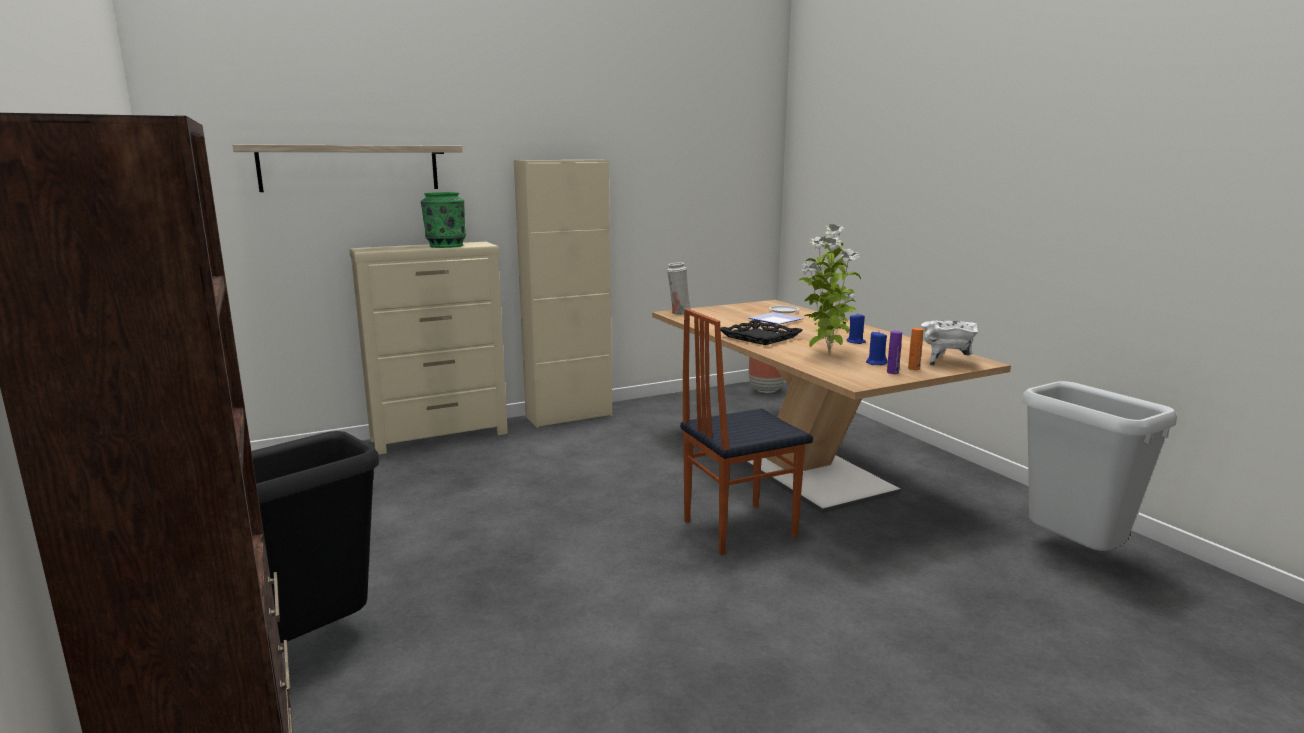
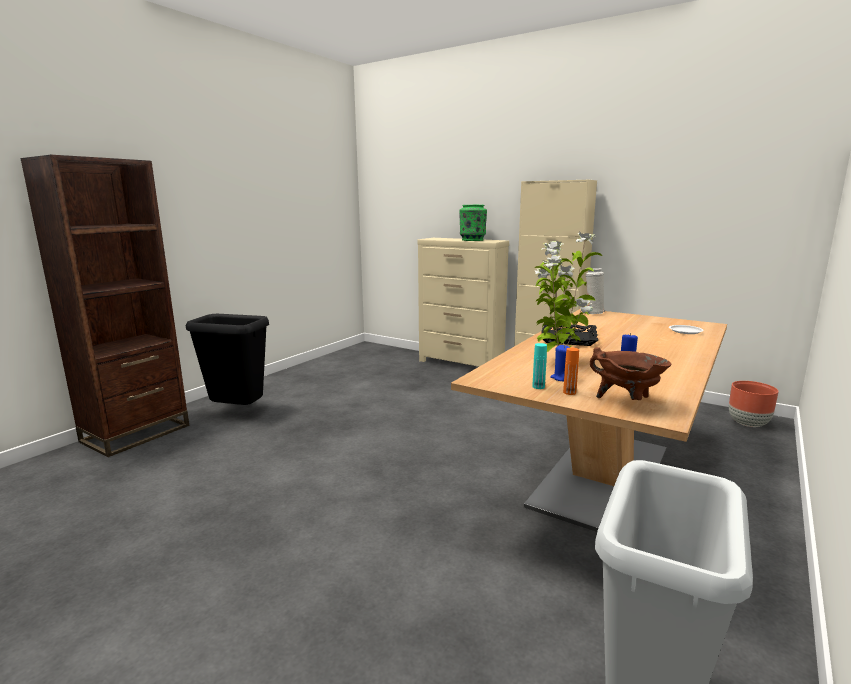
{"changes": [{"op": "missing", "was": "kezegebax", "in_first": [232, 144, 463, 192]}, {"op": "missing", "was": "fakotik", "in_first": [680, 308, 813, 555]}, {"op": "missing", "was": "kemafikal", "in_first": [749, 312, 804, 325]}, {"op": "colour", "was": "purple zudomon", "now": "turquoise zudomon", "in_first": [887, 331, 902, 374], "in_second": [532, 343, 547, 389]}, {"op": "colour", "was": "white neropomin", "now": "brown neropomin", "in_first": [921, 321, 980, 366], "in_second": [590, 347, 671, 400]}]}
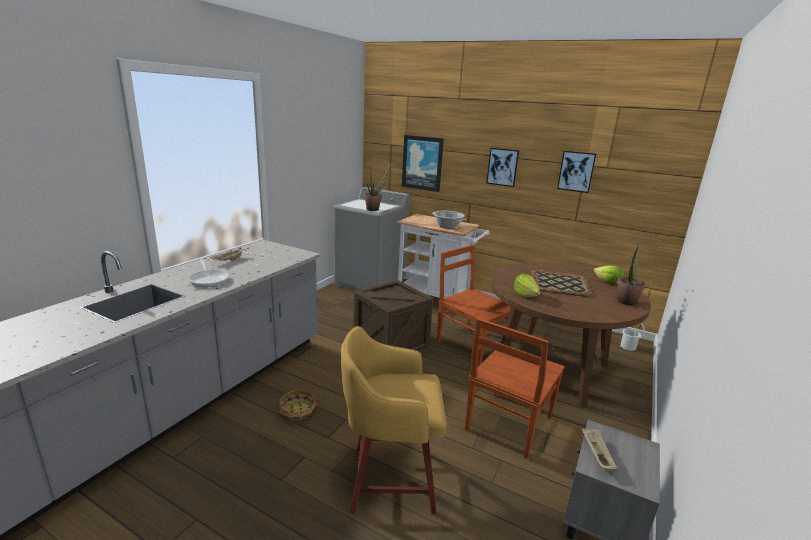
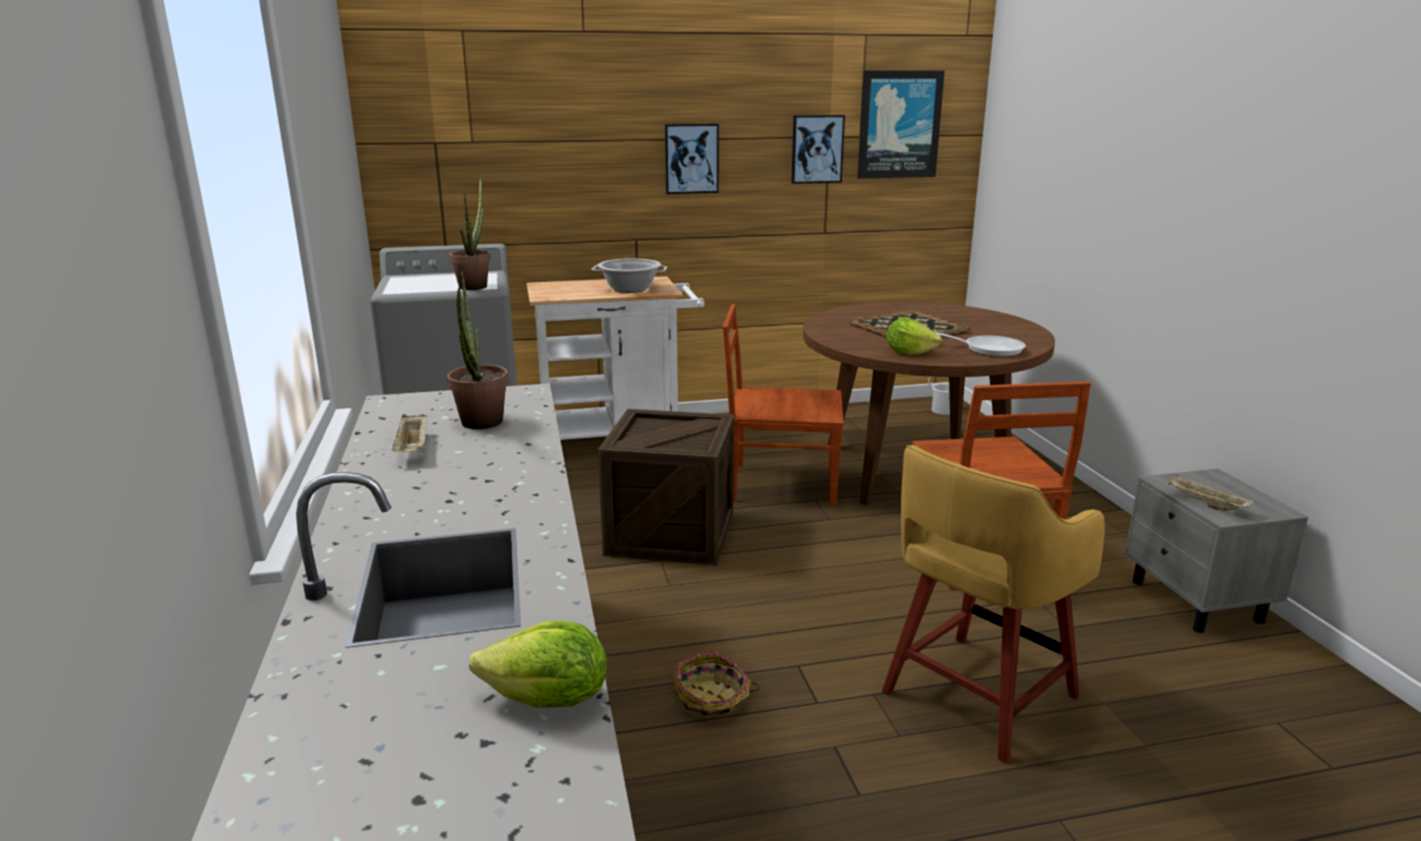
{"changes": [{"op": "relocated", "was": "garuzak", "in_first": [188, 258, 229, 287], "in_second": [935, 332, 1026, 357]}, {"op": "relocated", "was": "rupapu", "in_first": [402, 135, 444, 192], "in_second": [857, 70, 945, 179]}, {"op": "relocated", "was": "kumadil", "in_first": [594, 265, 624, 284], "in_second": [469, 621, 607, 708]}, {"op": "relocated", "was": "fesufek", "in_first": [617, 239, 646, 306], "in_second": [447, 271, 509, 429]}]}
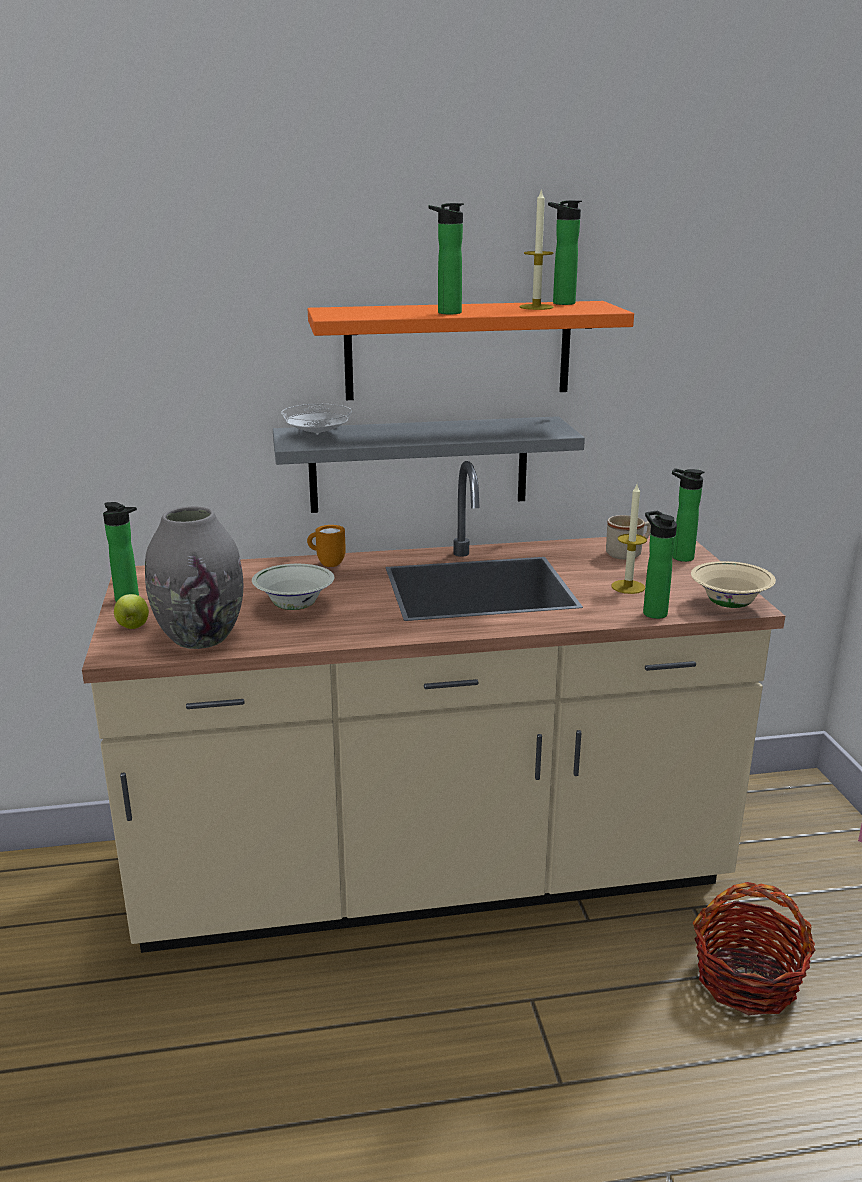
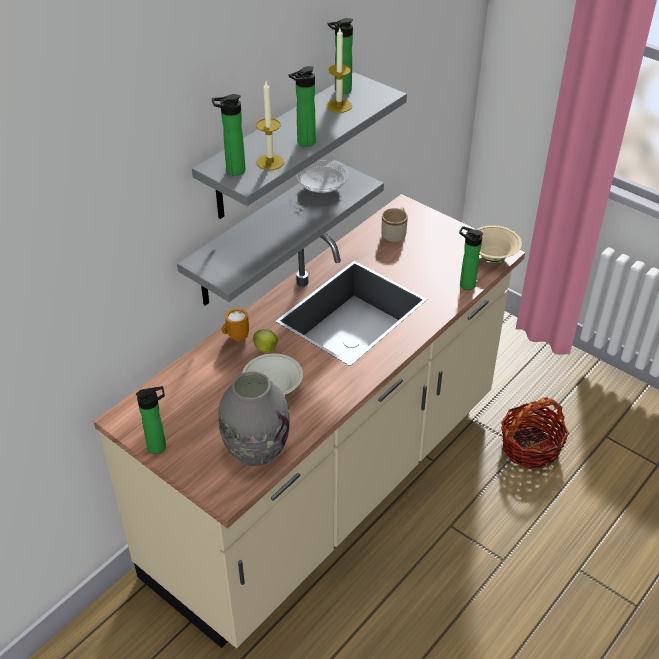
{"changes": [{"op": "relocated", "was": "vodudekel", "in_first": [114, 594, 149, 629], "in_second": [253, 329, 278, 352]}, {"op": "relocated", "was": "white kemafikal", "in_first": [281, 404, 352, 435], "in_second": [297, 160, 348, 193]}, {"op": "relocated", "was": "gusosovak", "in_first": [612, 484, 647, 594], "in_second": [256, 81, 284, 170]}, {"op": "relocated", "was": "zudomon", "in_first": [672, 468, 705, 562], "in_second": [212, 94, 245, 176]}, {"op": "colour", "was": "orange kezegebax", "now": "grey kezegebax", "in_first": [308, 301, 634, 400], "in_second": [192, 72, 407, 219]}]}
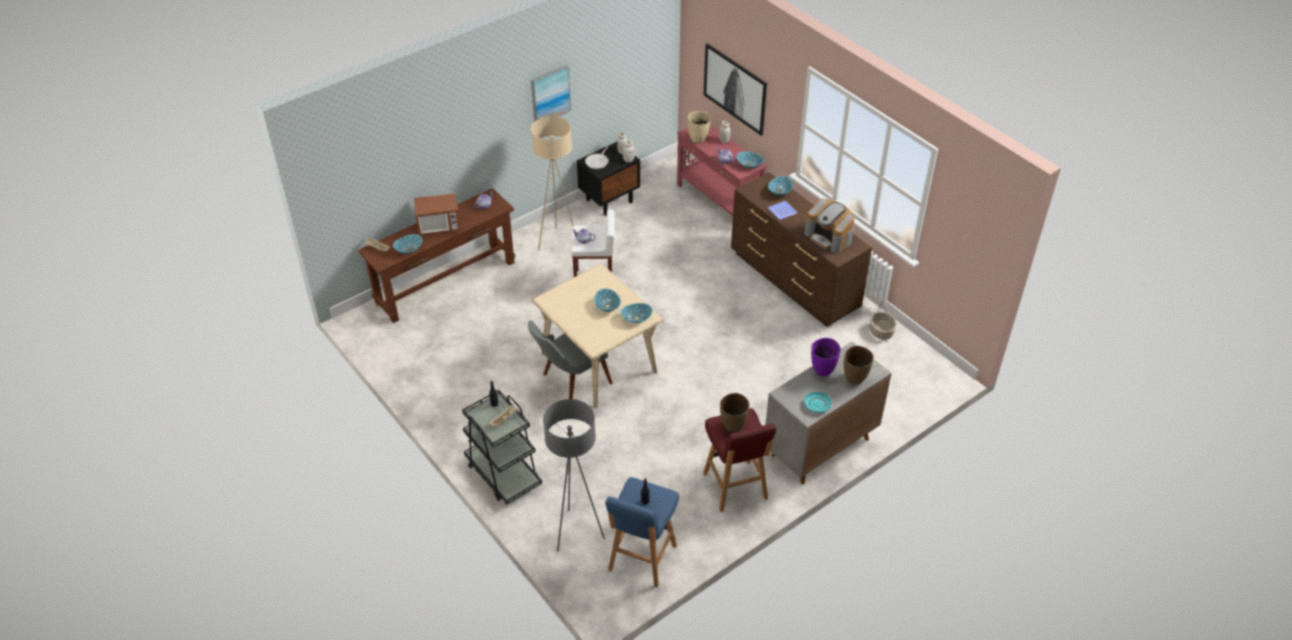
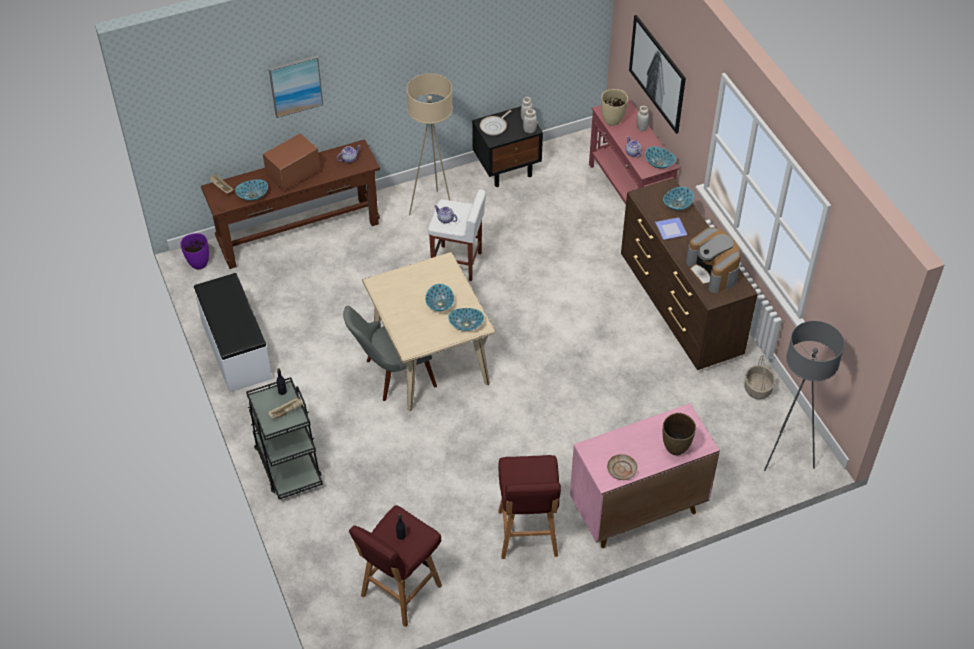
{"changes": [{"op": "missing", "was": "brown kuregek", "in_first": [720, 393, 750, 432]}, {"op": "appeared", "now": "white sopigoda", "in_second": [194, 273, 272, 393]}, {"op": "relocated", "was": "rupapu", "in_first": [531, 65, 571, 122], "in_second": [269, 55, 323, 118]}, {"op": "relocated", "was": "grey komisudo", "in_first": [543, 399, 605, 551], "in_second": [764, 321, 845, 471]}, {"op": "relocated", "was": "purple kuregek", "in_first": [811, 338, 841, 376], "in_second": [180, 233, 209, 269]}, {"op": "colour", "was": "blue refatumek", "now": "red refatumek", "in_first": [605, 477, 679, 588], "in_second": [349, 505, 442, 627]}, {"op": "colour", "was": "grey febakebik", "now": "pink febakebik", "in_first": [765, 342, 892, 484], "in_second": [570, 403, 720, 548]}, {"op": "colour", "was": "turquoise kemafikal", "now": "beige kemafikal", "in_first": [804, 392, 831, 413], "in_second": [607, 454, 637, 480]}, {"op": "spun", "was": "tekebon", "in_first": [414, 193, 461, 236], "in_second": [263, 134, 320, 191], "clockwise": 135}]}
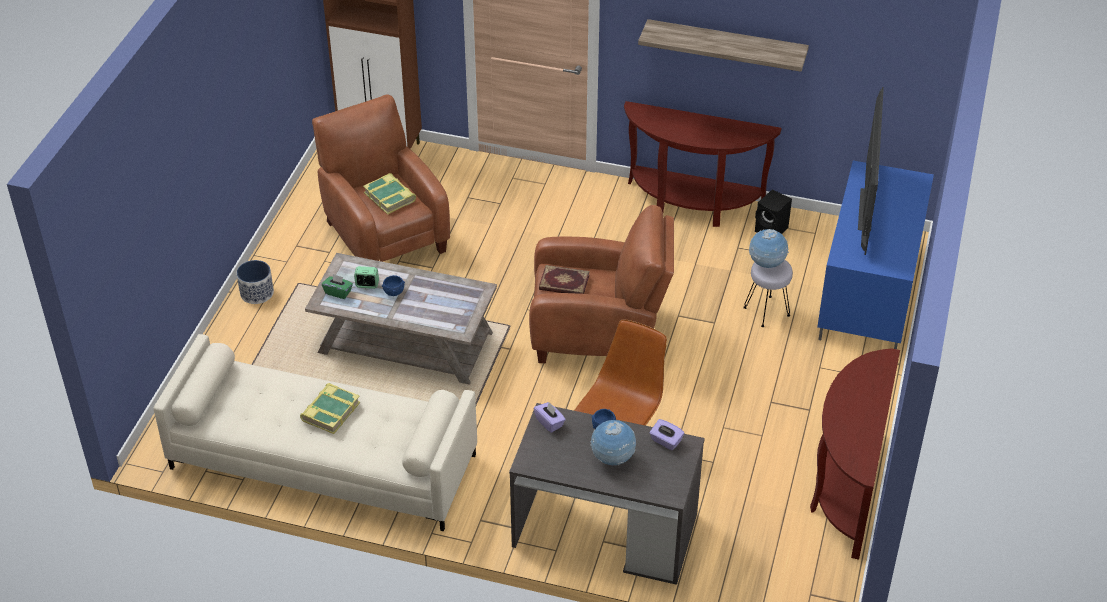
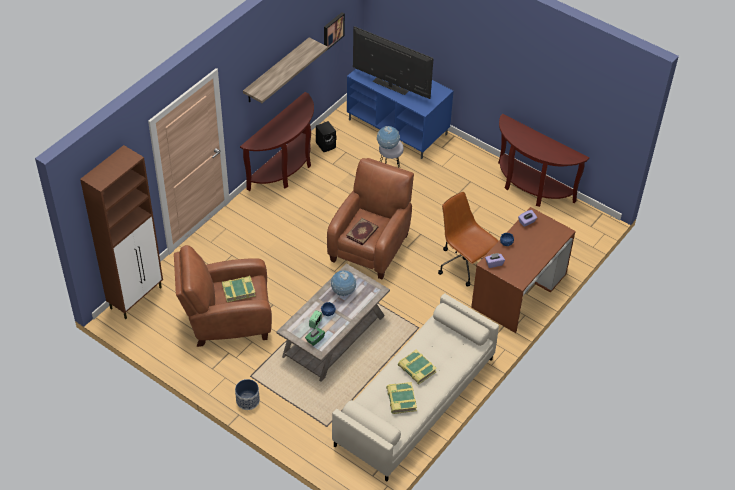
{"changes": [{"op": "appeared", "now": "rupapu", "in_second": [324, 12, 345, 49]}, {"op": "appeared", "now": "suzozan", "in_second": [386, 382, 417, 414]}, {"op": "relocated", "was": "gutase", "in_first": [590, 420, 636, 465], "in_second": [331, 270, 356, 296]}, {"op": "colour", "was": "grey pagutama", "now": "brown pagutama", "in_first": [509, 403, 705, 585], "in_second": [471, 207, 576, 333]}]}
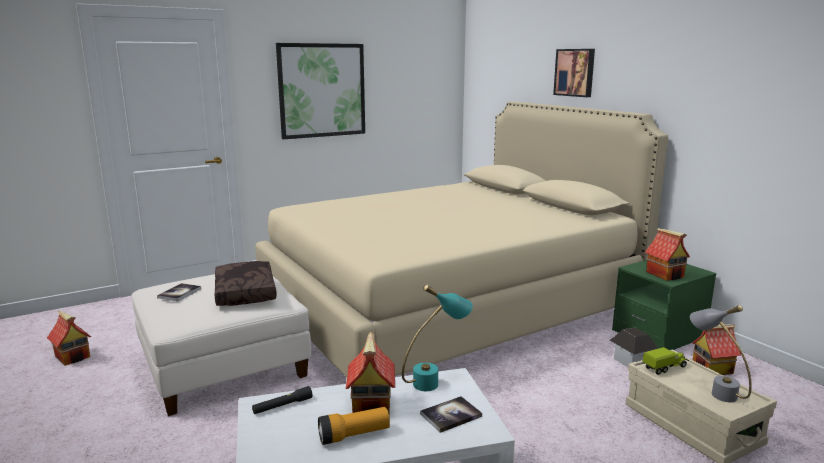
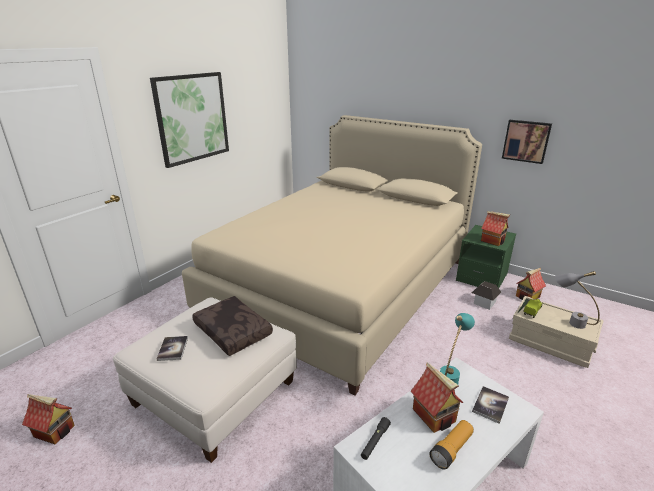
{"changes": [{"op": "relocated", "was": "rupapu", "in_first": [553, 49, 595, 97], "in_second": [502, 120, 552, 164]}]}
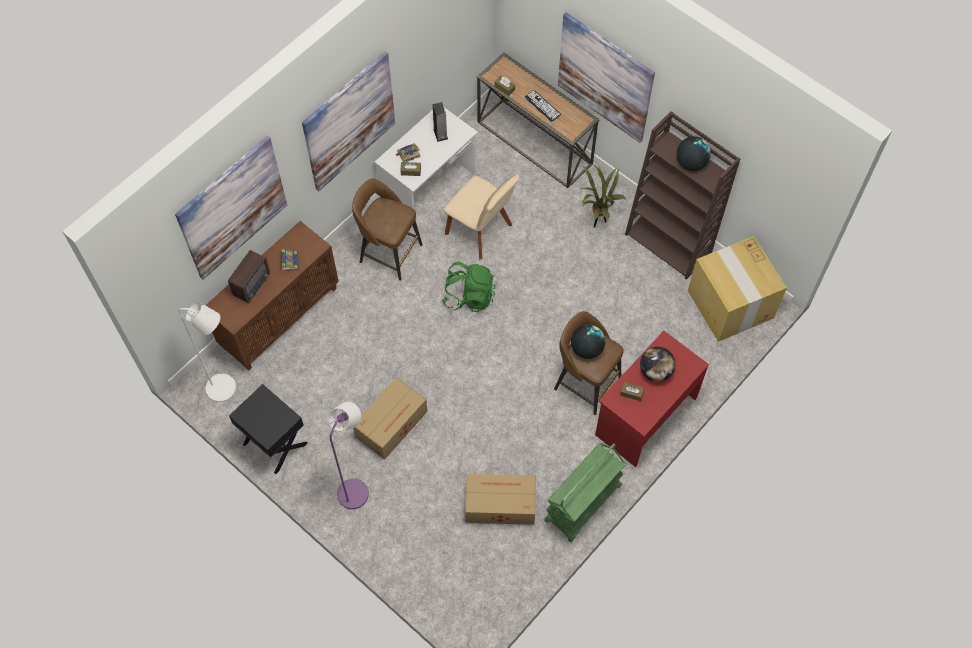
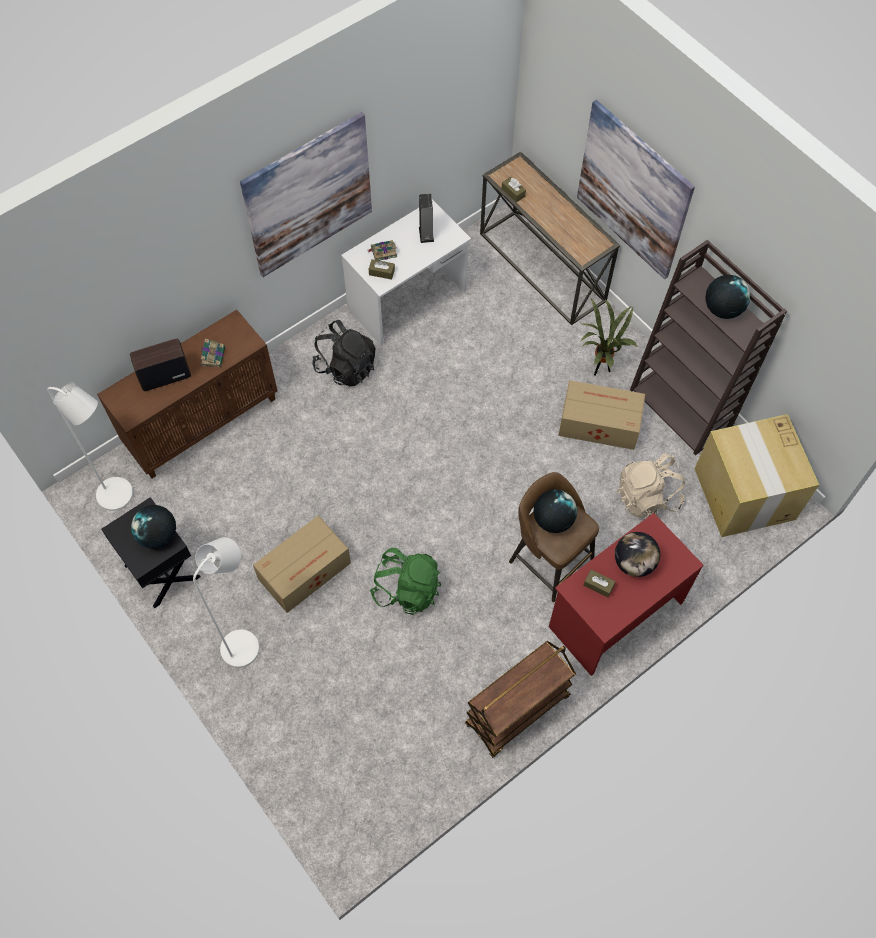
{"changes": [{"op": "missing", "was": "rupapu", "in_first": [175, 136, 287, 280]}, {"op": "missing", "was": "beige fakotik", "in_first": [443, 175, 519, 260]}, {"op": "missing", "was": "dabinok", "in_first": [525, 90, 561, 122]}, {"op": "appeared", "now": "gutase", "in_second": [131, 505, 176, 549]}, {"op": "appeared", "now": "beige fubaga", "in_second": [616, 453, 685, 519]}, {"op": "relocated", "was": "green fubaga", "in_first": [442, 262, 495, 312], "in_second": [370, 548, 441, 615]}, {"op": "relocated", "was": "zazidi", "in_first": [465, 474, 536, 525], "in_second": [558, 380, 645, 450]}, {"op": "exchanged", "was": "brown refatumek", "now": "black fubaga", "in_first": [352, 179, 423, 281], "in_second": [312, 320, 375, 386]}, {"op": "colour", "was": "purple komisudo", "now": "white komisudo", "in_first": [328, 402, 369, 509], "in_second": [193, 537, 259, 668]}, {"op": "colour", "was": "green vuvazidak", "now": "brown vuvazidak", "in_first": [544, 443, 626, 543], "in_second": [465, 641, 576, 758]}, {"op": "spun", "was": "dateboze", "in_first": [228, 250, 270, 303], "in_second": [130, 339, 191, 391], "clockwise": -150}]}
